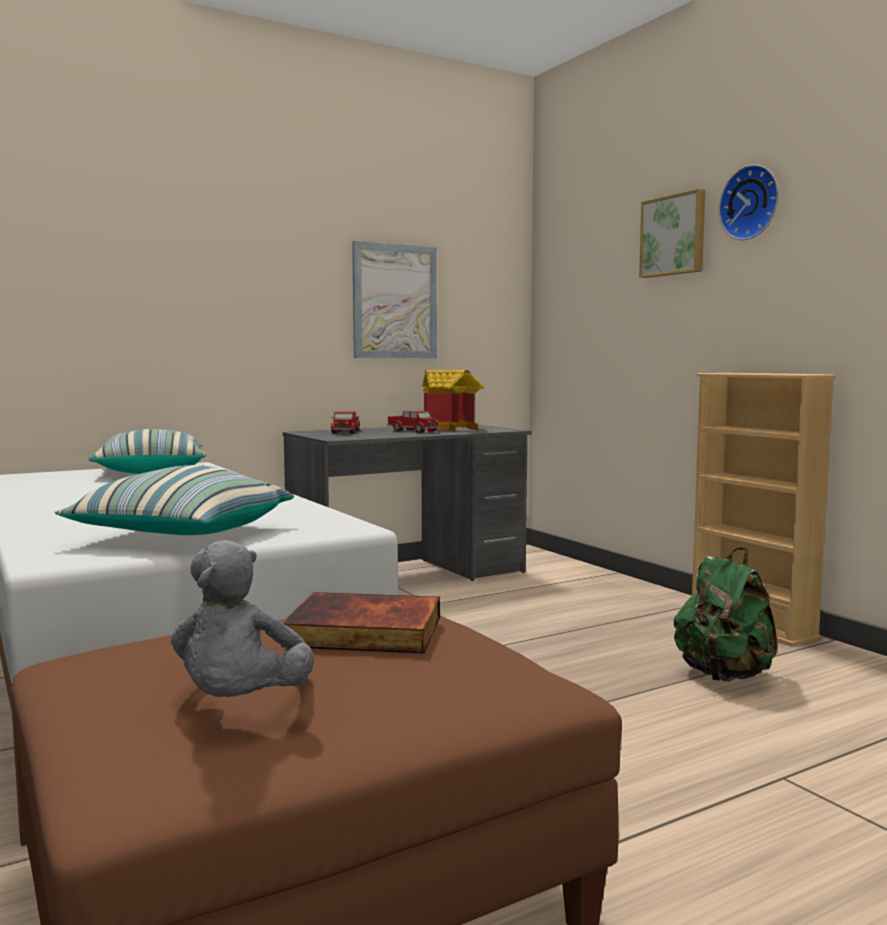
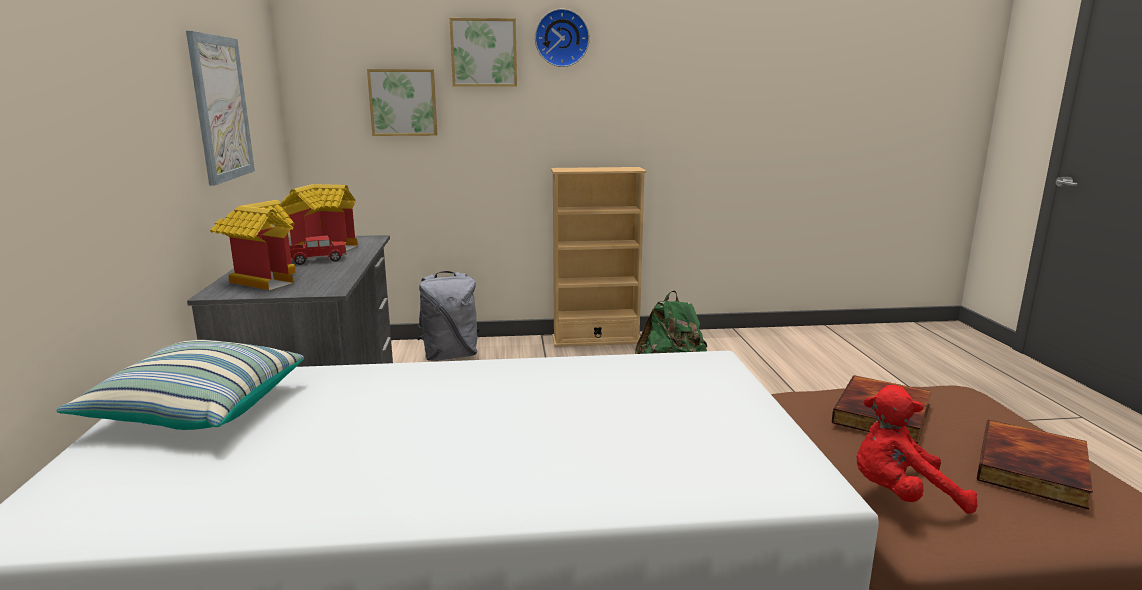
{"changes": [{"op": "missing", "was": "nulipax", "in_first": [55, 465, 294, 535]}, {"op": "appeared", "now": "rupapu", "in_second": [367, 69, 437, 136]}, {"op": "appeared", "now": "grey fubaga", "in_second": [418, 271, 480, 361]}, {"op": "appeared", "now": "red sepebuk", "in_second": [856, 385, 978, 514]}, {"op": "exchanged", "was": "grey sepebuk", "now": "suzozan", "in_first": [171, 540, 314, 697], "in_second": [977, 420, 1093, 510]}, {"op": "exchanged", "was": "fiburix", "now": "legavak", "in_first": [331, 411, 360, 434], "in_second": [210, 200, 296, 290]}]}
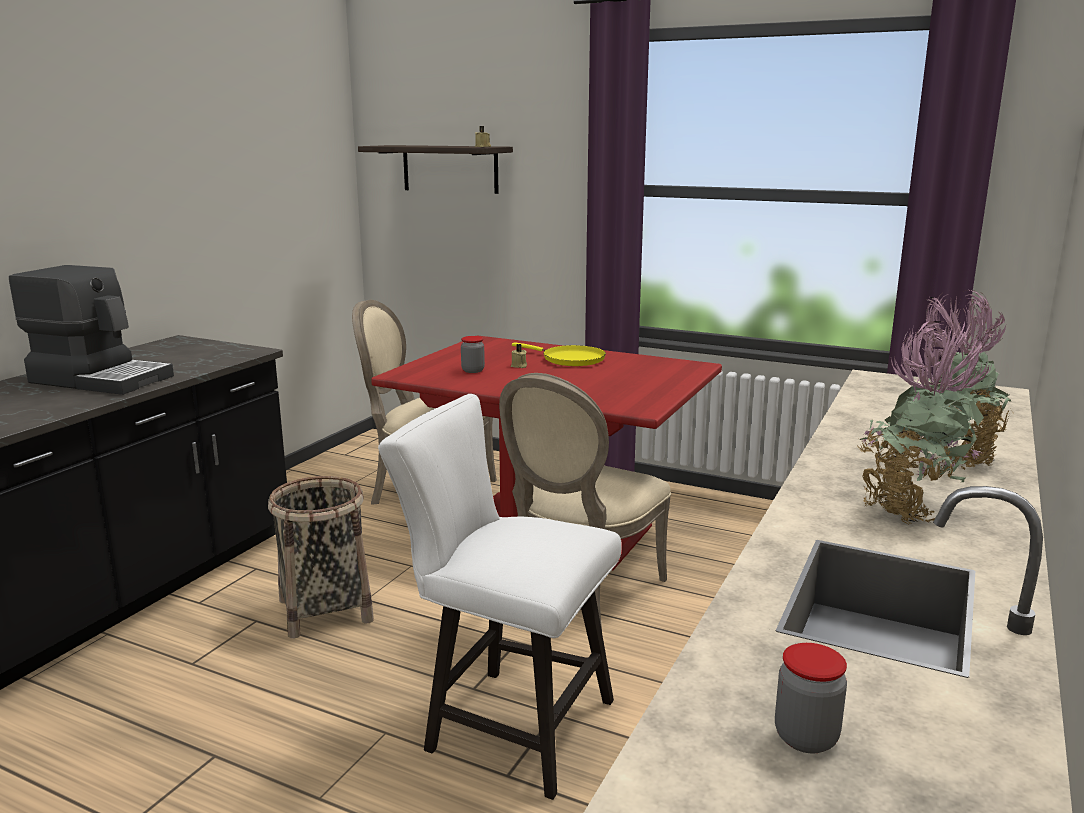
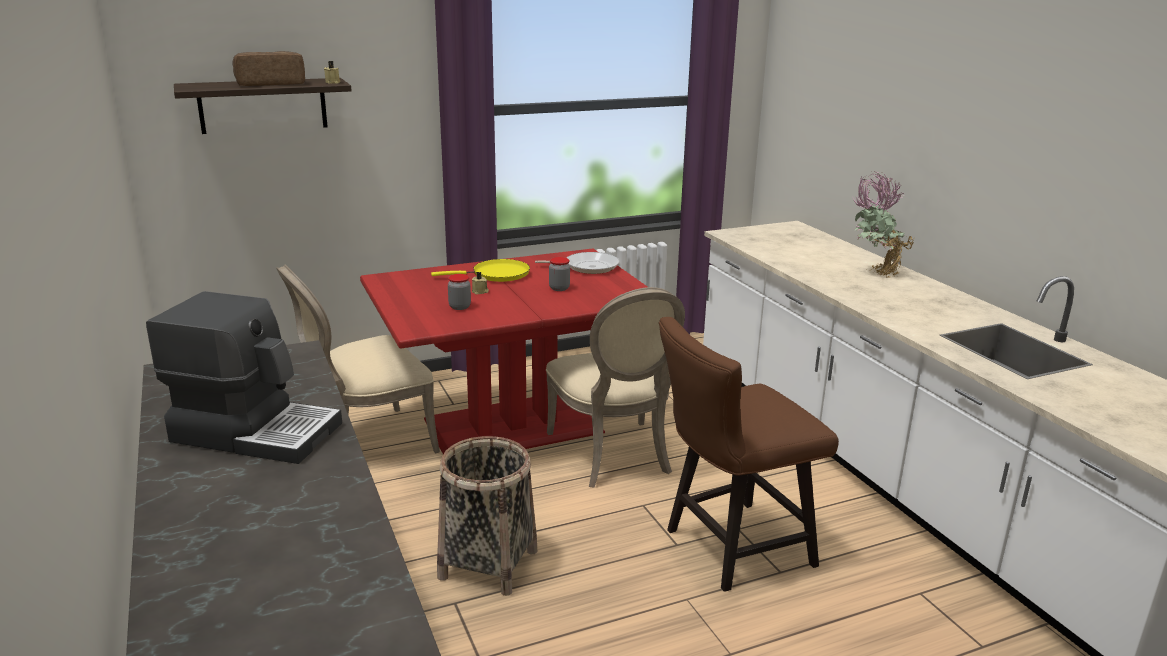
{"changes": [{"op": "missing", "was": "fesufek", "in_first": [858, 319, 992, 525]}, {"op": "appeared", "now": "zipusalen", "in_second": [233, 51, 305, 86]}, {"op": "appeared", "now": "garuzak", "in_second": [535, 252, 620, 274]}, {"op": "relocated", "was": "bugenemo", "in_first": [775, 643, 847, 754], "in_second": [549, 257, 570, 291]}, {"op": "colour", "was": "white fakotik", "now": "brown fakotik", "in_first": [378, 394, 622, 800], "in_second": [659, 317, 839, 592]}, {"op": "spun", "was": "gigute", "in_first": [9, 265, 174, 395], "in_second": [146, 291, 342, 464], "clockwise": 45}]}
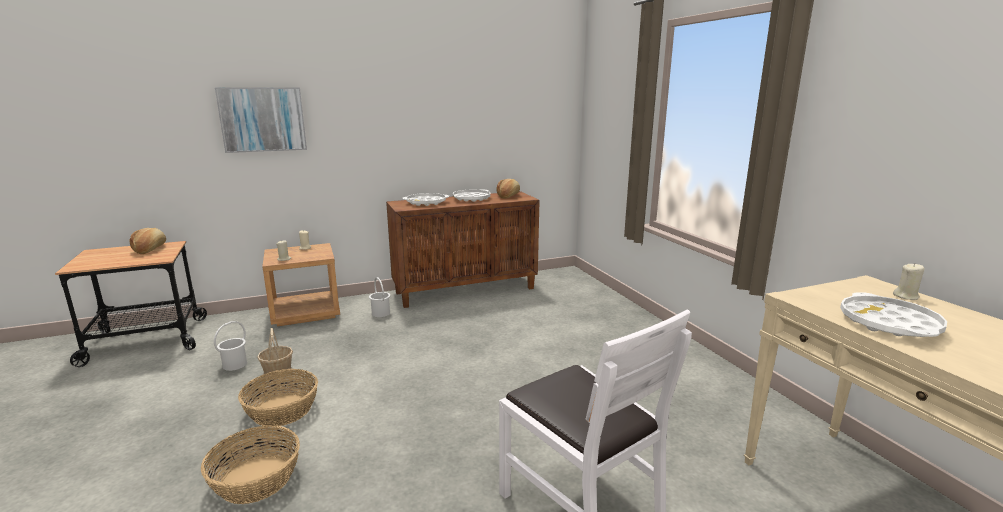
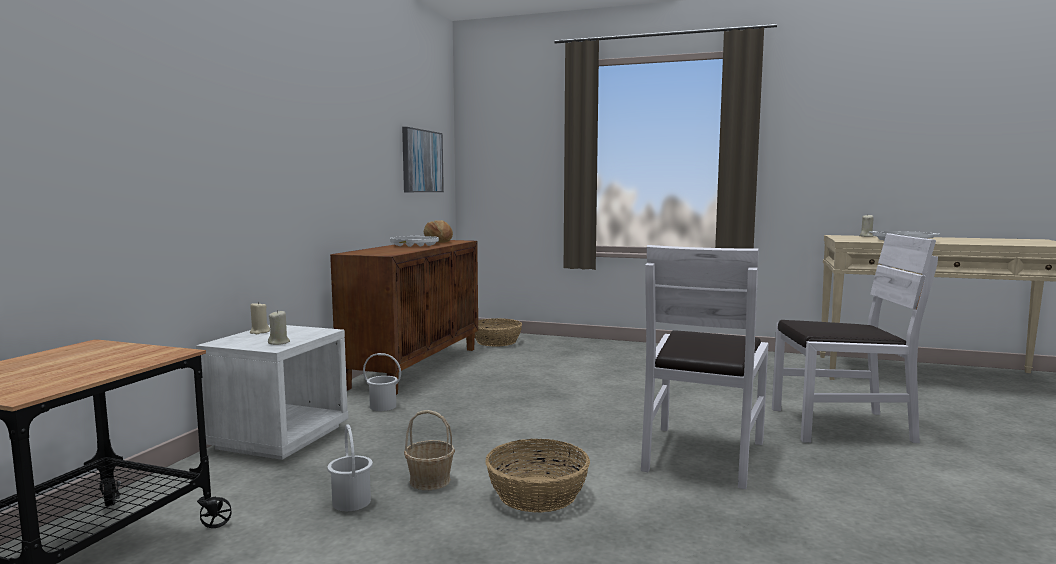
{"changes": [{"op": "missing", "was": "zipusalen", "in_first": [130, 228, 166, 254]}, {"op": "missing", "was": "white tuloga", "in_first": [402, 193, 449, 206]}, {"op": "appeared", "now": "white fakotik", "in_second": [641, 245, 768, 489]}, {"op": "relocated", "was": "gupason", "in_first": [201, 426, 300, 504], "in_second": [475, 318, 522, 347]}, {"op": "relocated", "was": "rupapu", "in_first": [215, 88, 307, 153], "in_second": [402, 127, 444, 192]}, {"op": "colour", "was": "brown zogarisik", "now": "white zogarisik", "in_first": [262, 243, 340, 327], "in_second": [196, 325, 349, 460]}]}
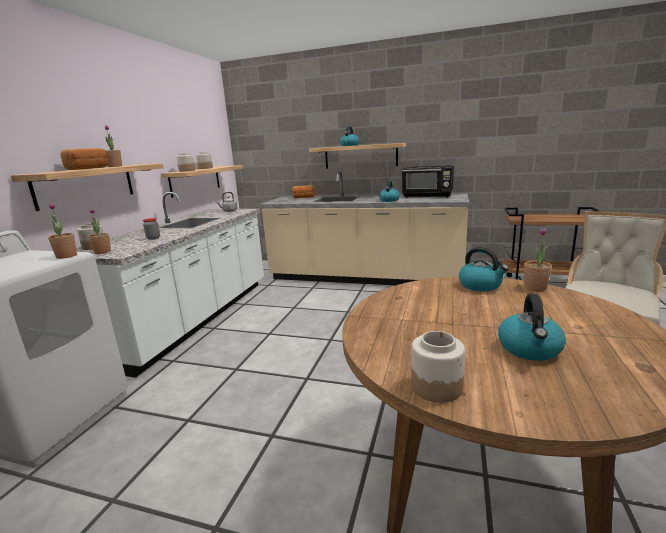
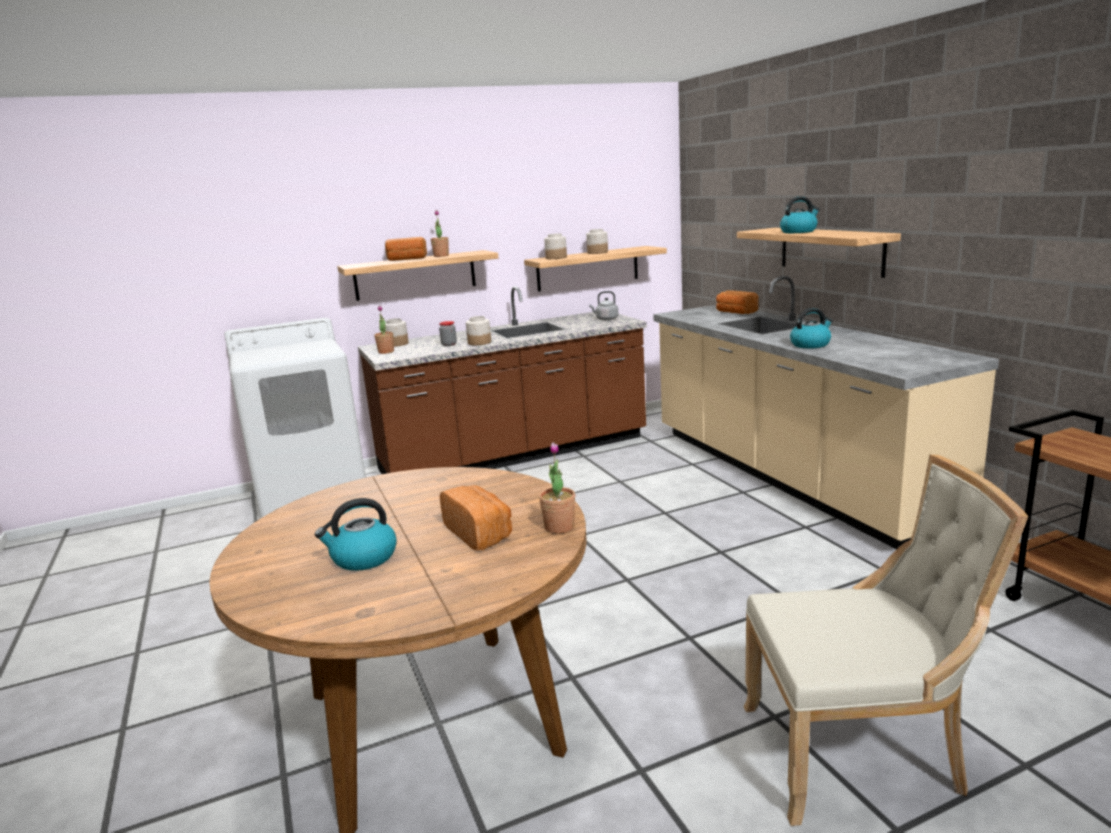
{"changes": [{"op": "missing", "was": "fesufek", "in_first": [48, 202, 77, 259]}, {"op": "missing", "was": "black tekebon", "in_first": [402, 166, 454, 198]}, {"op": "missing", "was": "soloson", "in_first": [459, 247, 509, 291]}, {"op": "appeared", "now": "zipusalen", "in_second": [440, 485, 512, 550]}, {"op": "relocated", "was": "bugenemo", "in_first": [411, 331, 465, 403], "in_second": [466, 316, 491, 345]}, {"op": "colour", "was": "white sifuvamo", "now": "brown sifuvamo", "in_first": [76, 192, 264, 378], "in_second": [358, 286, 647, 474]}]}
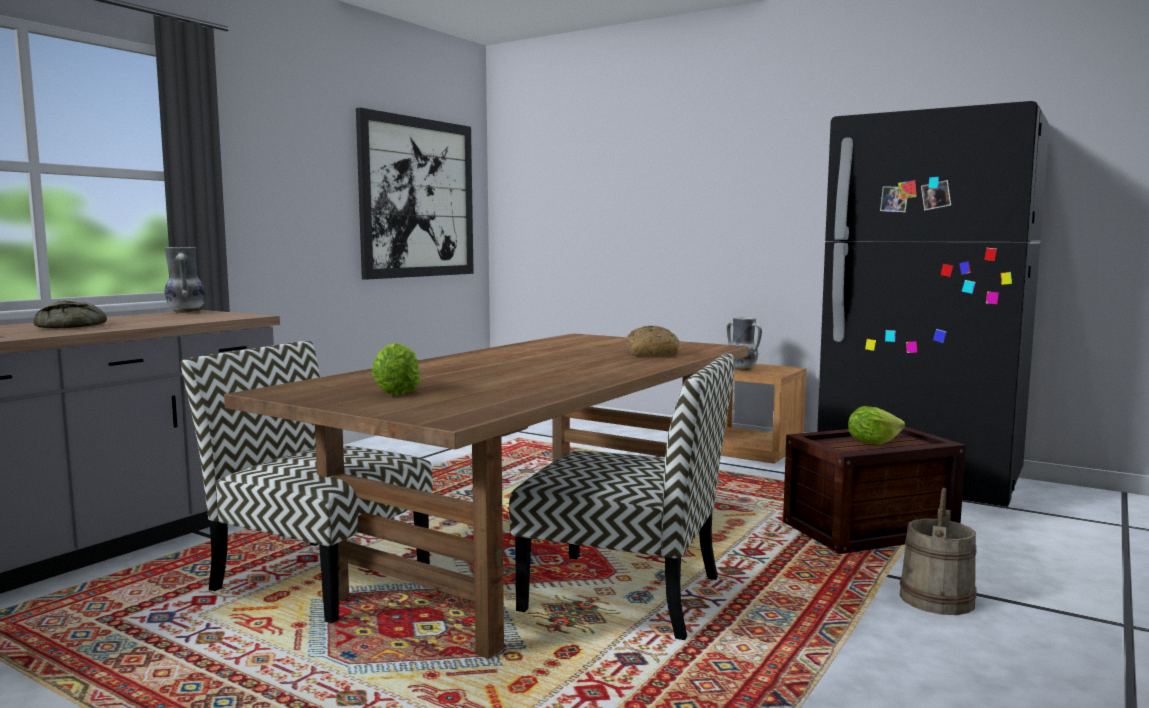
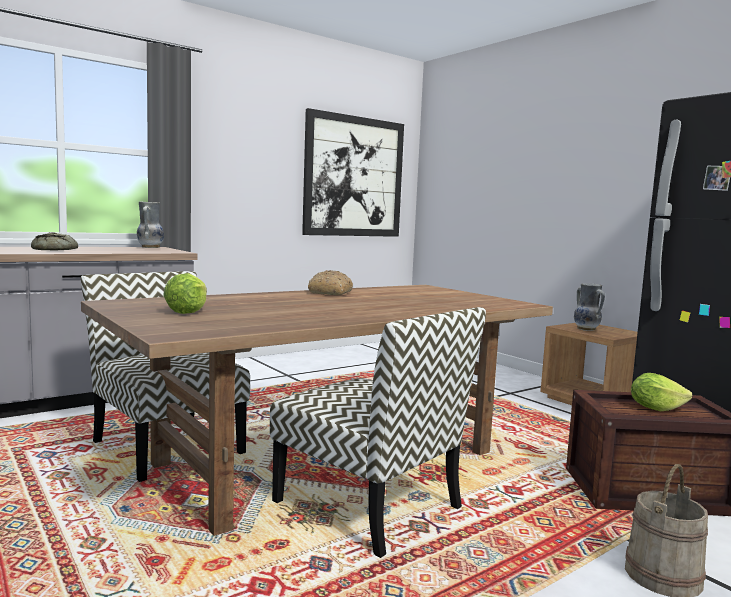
{"changes": [{"op": "relocated", "was": "zipusalen", "in_first": [626, 326, 679, 357], "in_second": [308, 270, 353, 295]}]}
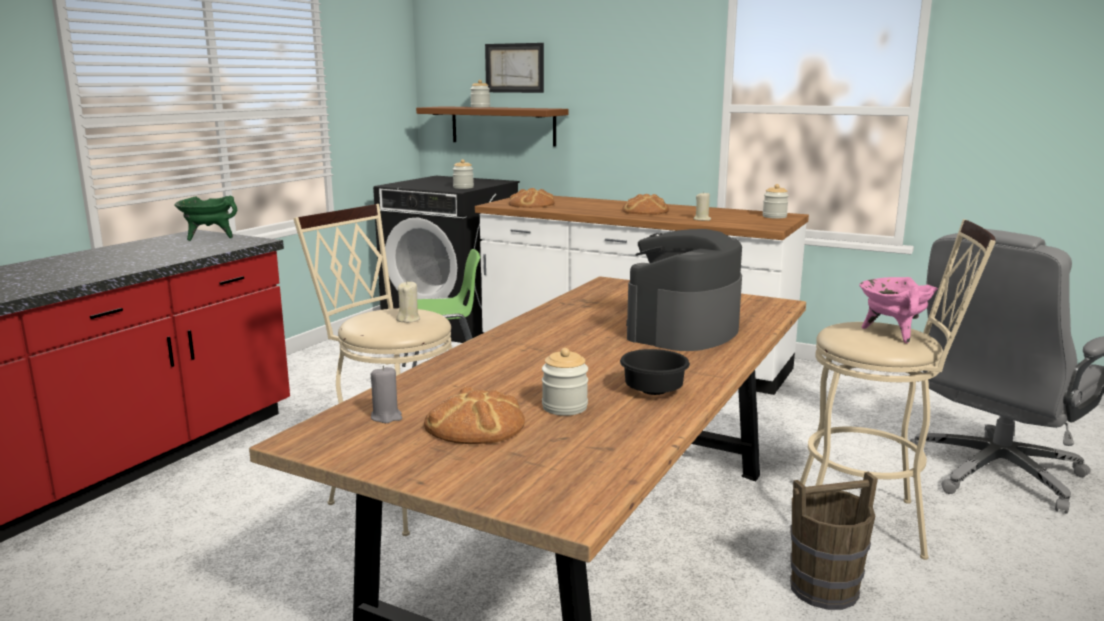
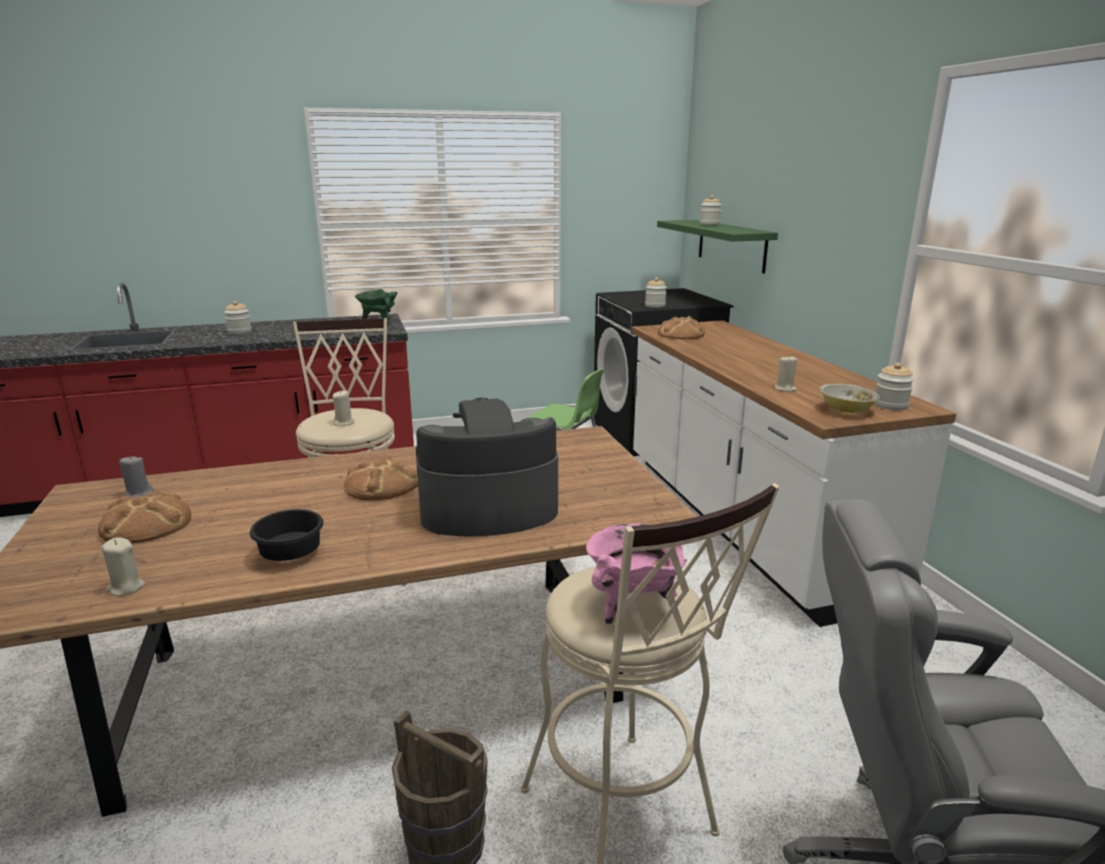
{"changes": [{"op": "missing", "was": "rupapu", "in_first": [485, 43, 544, 93]}, {"op": "appeared", "now": "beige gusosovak", "in_second": [101, 538, 145, 596]}, {"op": "appeared", "now": "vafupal", "in_second": [819, 384, 880, 413]}, {"op": "relocated", "was": "bugenemo", "in_first": [542, 348, 588, 416], "in_second": [224, 301, 252, 334]}, {"op": "relocated", "was": "zipusalen", "in_first": [622, 194, 669, 215], "in_second": [344, 455, 418, 501]}, {"op": "colour", "was": "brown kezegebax", "now": "green kezegebax", "in_first": [416, 106, 569, 147], "in_second": [657, 220, 778, 274]}]}
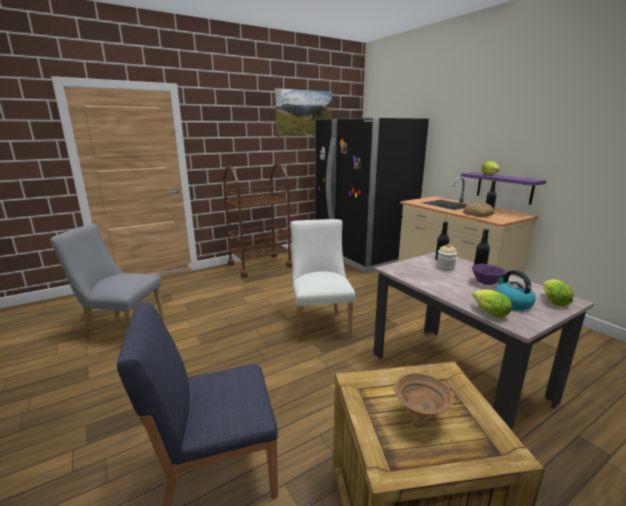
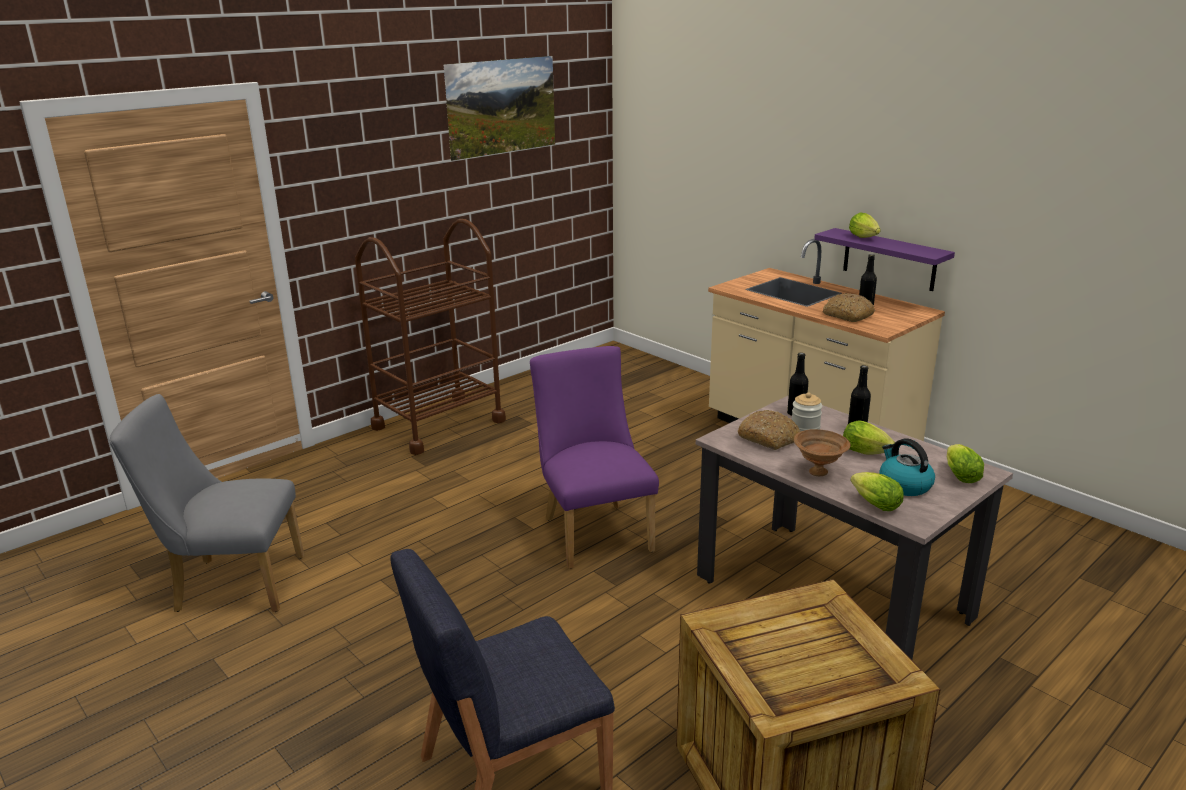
{"changes": [{"op": "missing", "was": "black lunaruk", "in_first": [315, 118, 429, 273]}, {"op": "appeared", "now": "zipusalen", "in_second": [737, 410, 801, 450]}, {"op": "relocated", "was": "brown vafupal", "in_first": [394, 373, 454, 427], "in_second": [794, 429, 850, 476]}, {"op": "exchanged", "was": "purple vafupal", "now": "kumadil", "in_first": [472, 264, 506, 285], "in_second": [843, 420, 895, 455]}, {"op": "colour", "was": "white fakotik", "now": "purple fakotik", "in_first": [290, 219, 355, 341], "in_second": [530, 346, 659, 569]}]}
